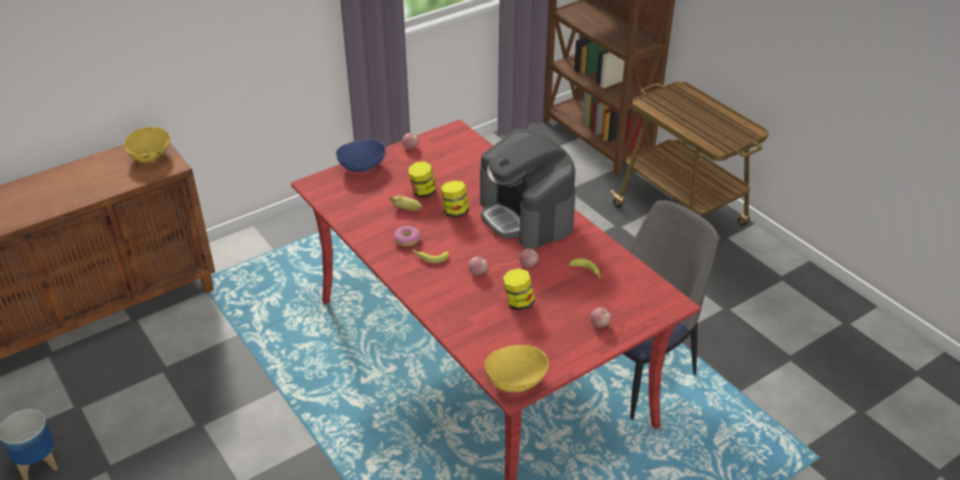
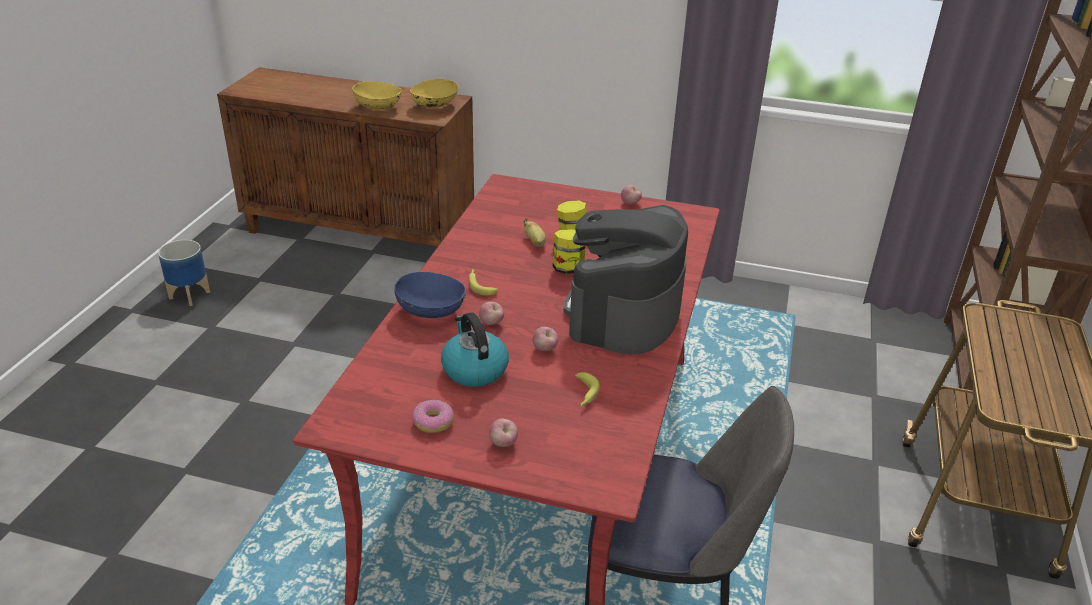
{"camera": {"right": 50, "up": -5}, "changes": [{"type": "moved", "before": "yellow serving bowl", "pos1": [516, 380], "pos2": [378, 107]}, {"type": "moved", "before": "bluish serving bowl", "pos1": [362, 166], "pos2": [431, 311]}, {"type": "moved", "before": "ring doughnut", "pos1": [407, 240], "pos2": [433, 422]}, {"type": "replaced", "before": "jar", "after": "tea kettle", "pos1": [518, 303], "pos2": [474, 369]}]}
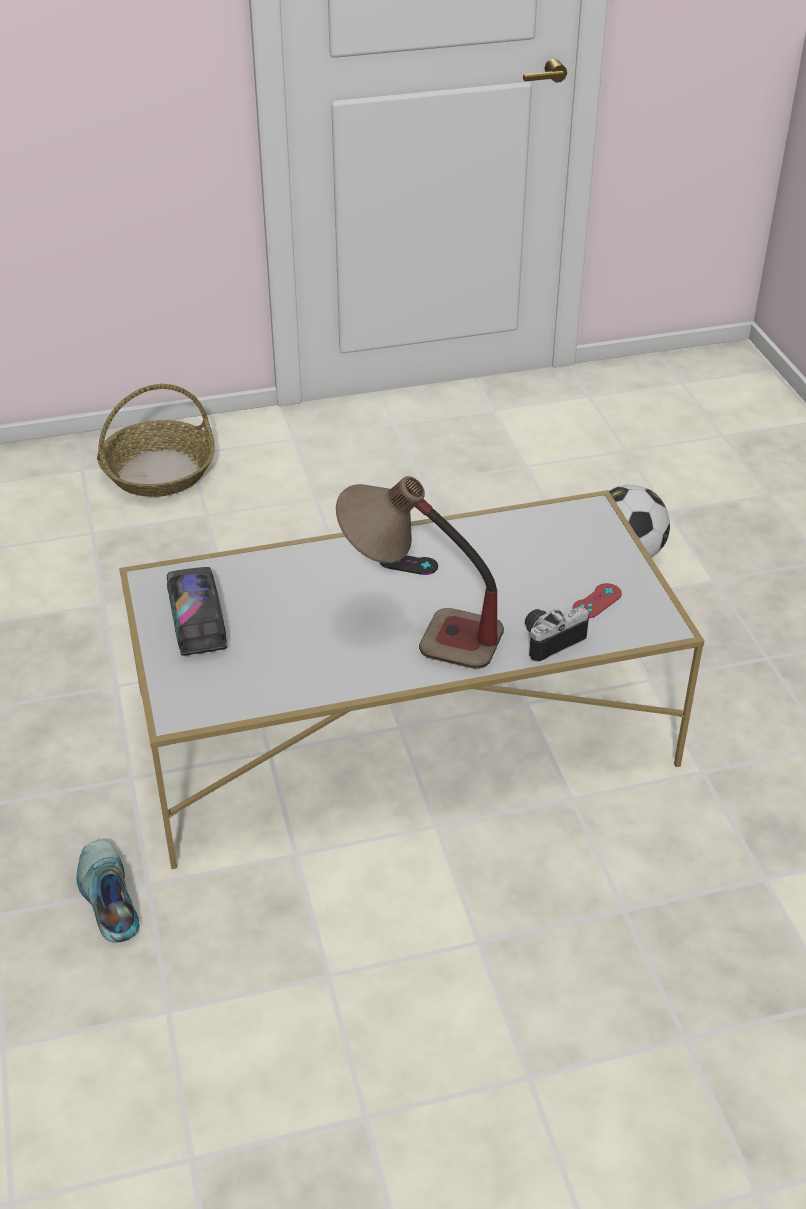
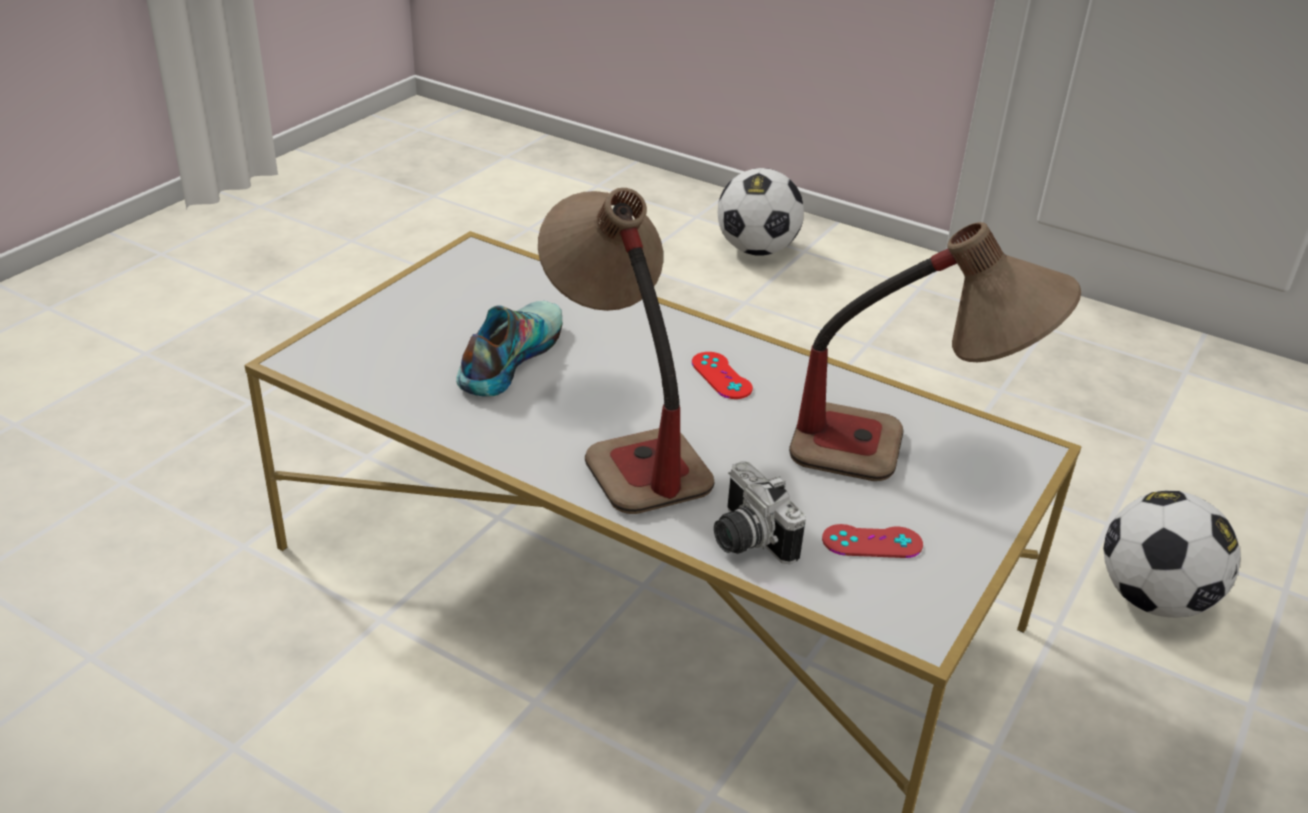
{"camera": {"right": 45, "up": -5}, "changes": [{"type": "moved", "before": "shoe", "pos1": [106, 898], "pos2": [508, 357]}, {"type": "recoloured", "before": "black-coloured game controller", "after": "reddish game controller", "pos1": [408, 563], "pos2": [721, 376]}, {"type": "turned", "before": "photo camera", "pos1": [549, 639], "pos2": [746, 539], "turn": -135}, {"type": "replaced", "before": "basket", "after": "ball for football", "pos1": [159, 471], "pos2": [756, 250]}, {"type": "added", "after": "table lamp", "pos2": [909, 457]}, {"type": "removed", "before": "model truck", "pos1": [197, 621]}]}
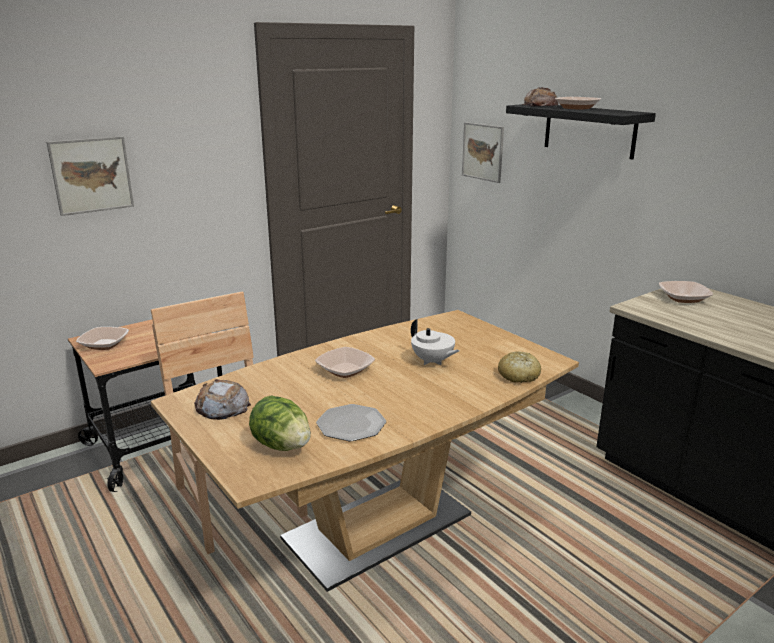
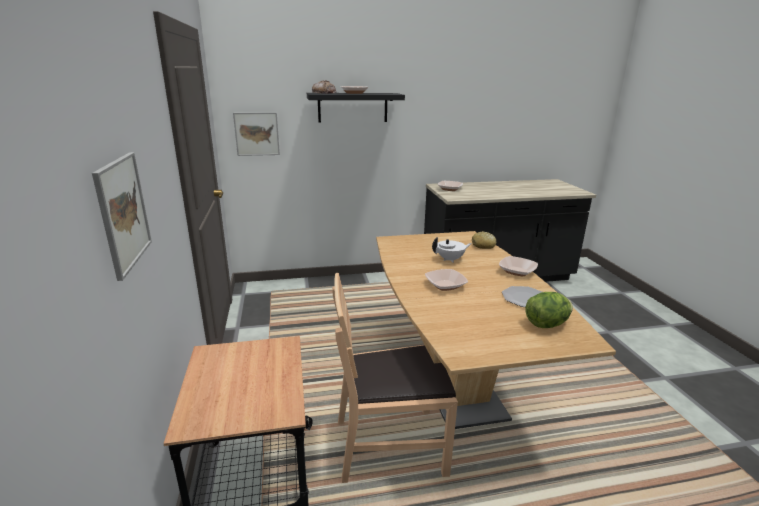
{"camera": {"right": -65, "up": 0}, "changes": [{"type": "moved", "before": "serving bowl", "pos1": [104, 344], "pos2": [517, 271]}, {"type": "removed", "before": "bakery bread", "pos1": [222, 406]}]}
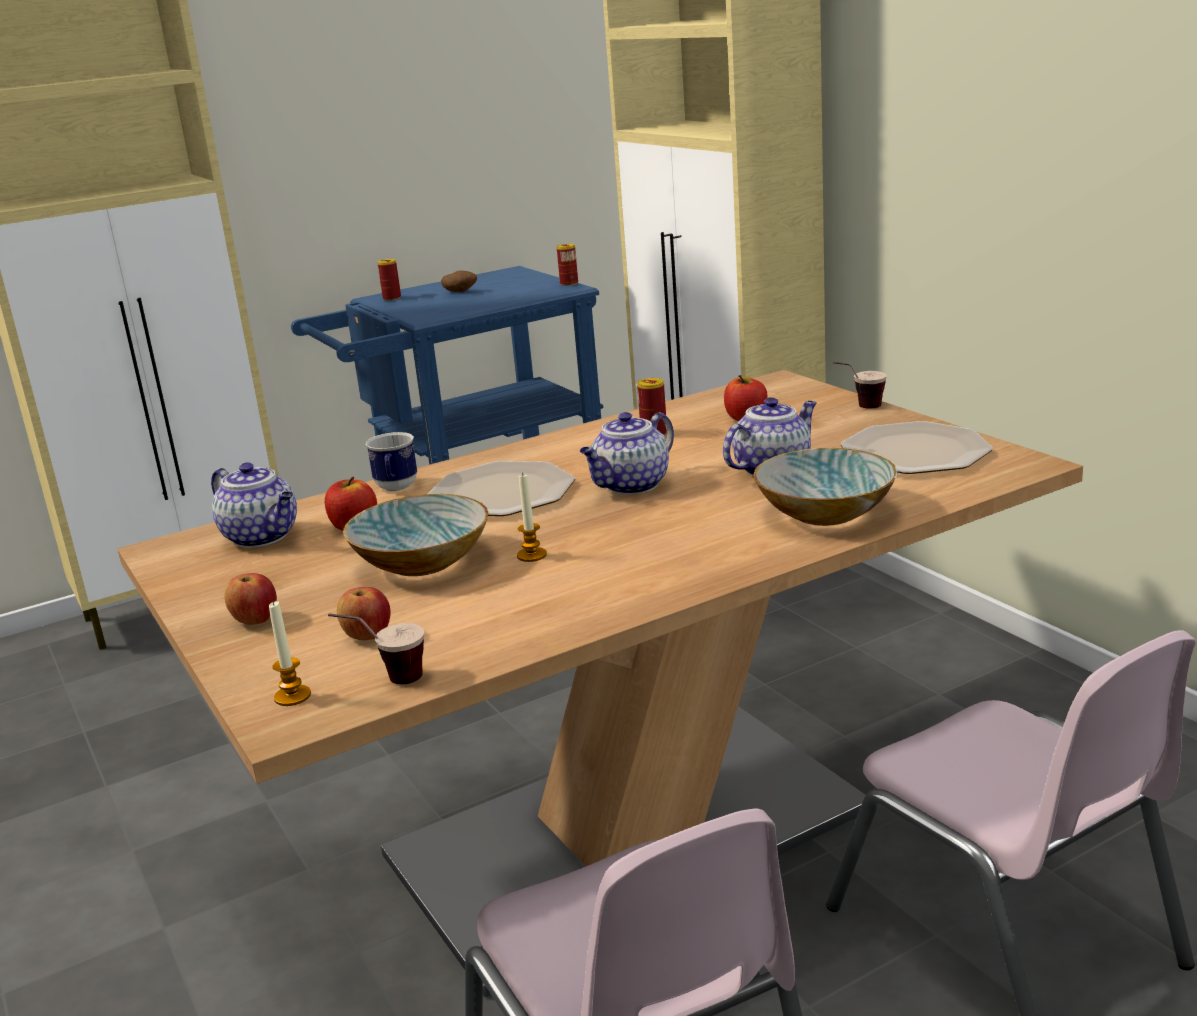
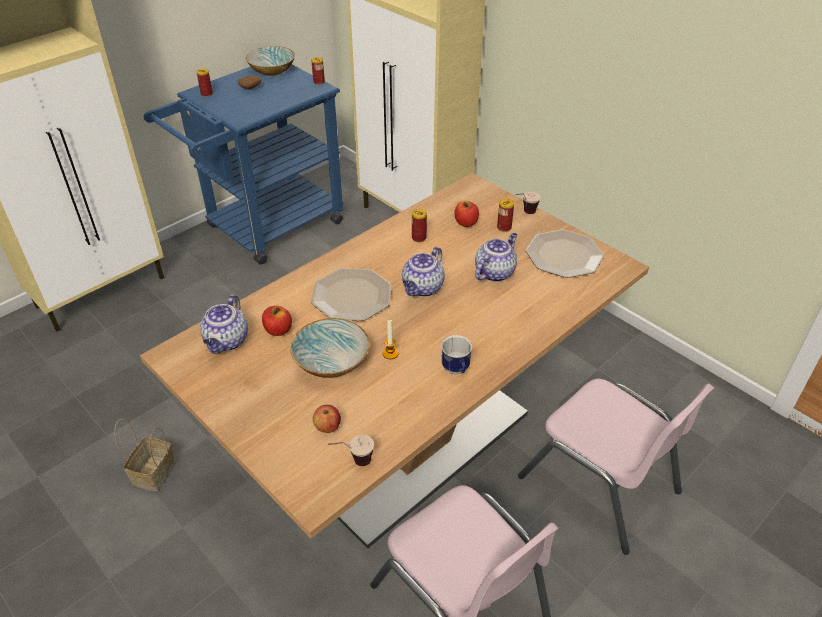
{"camera": {"right": -15, "up": 20}, "changes": [{"type": "added", "after": "basket", "pos2": [154, 472]}, {"type": "turned", "before": "pot for tea", "pos1": [263, 537], "pos2": [227, 341], "turn": 75}, {"type": "moved", "before": "serving bowl", "pos1": [827, 513], "pos2": [273, 71]}, {"type": "moved", "before": "tea mug", "pos1": [396, 488], "pos2": [456, 370]}, {"type": "added", "after": "metal can", "pos2": [504, 227]}, {"type": "removed", "before": "whole apple", "pos1": [255, 620]}, {"type": "removed", "before": "wax candle", "pos1": [292, 696]}]}
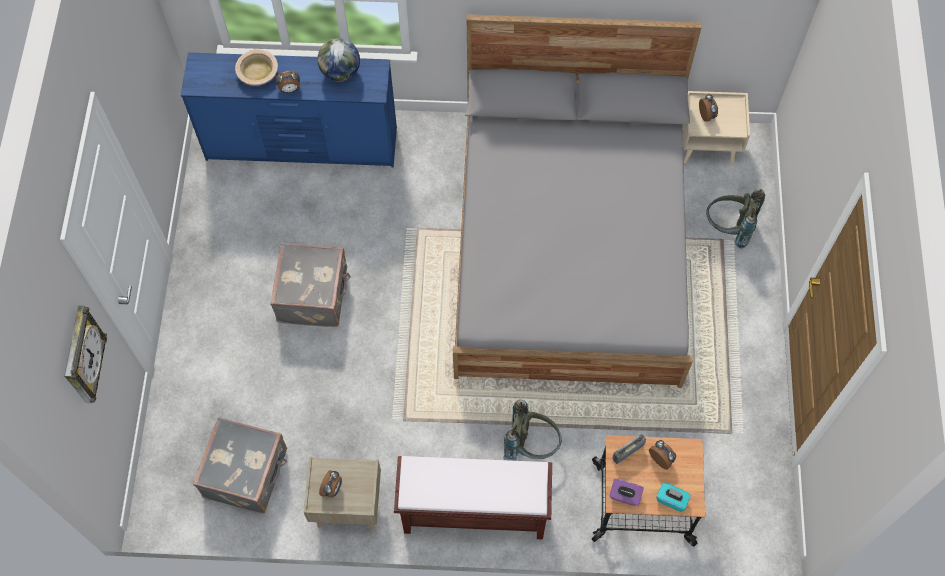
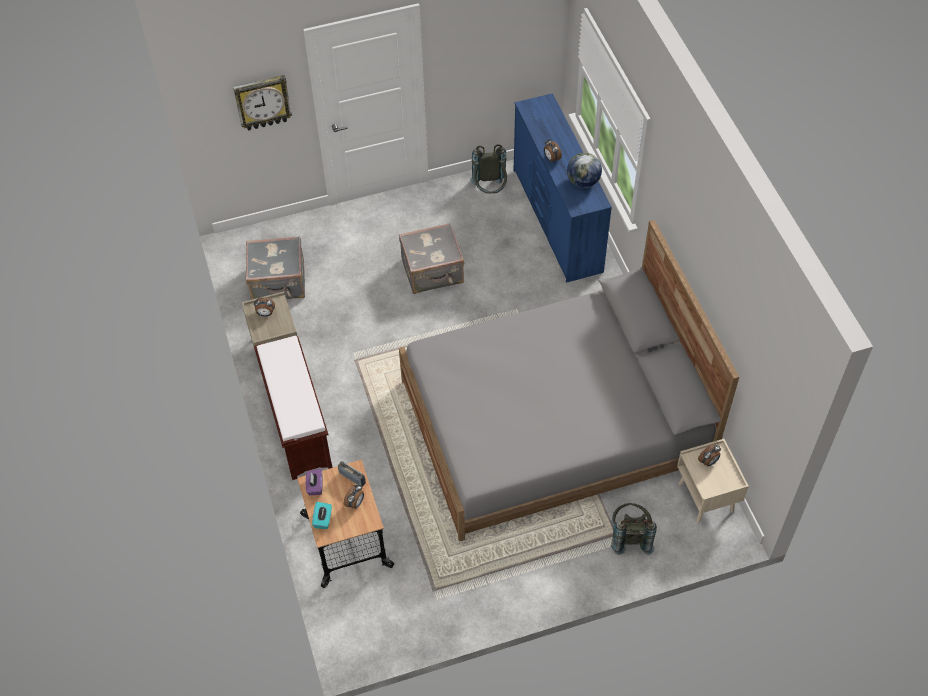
{"camera": {"right": 70, "up": -10}, "changes": [{"type": "moved", "before": "gray backpack", "pos1": [531, 445], "pos2": [490, 190]}, {"type": "removed", "before": "sand-coloured serving bowl", "pos1": [258, 72]}]}
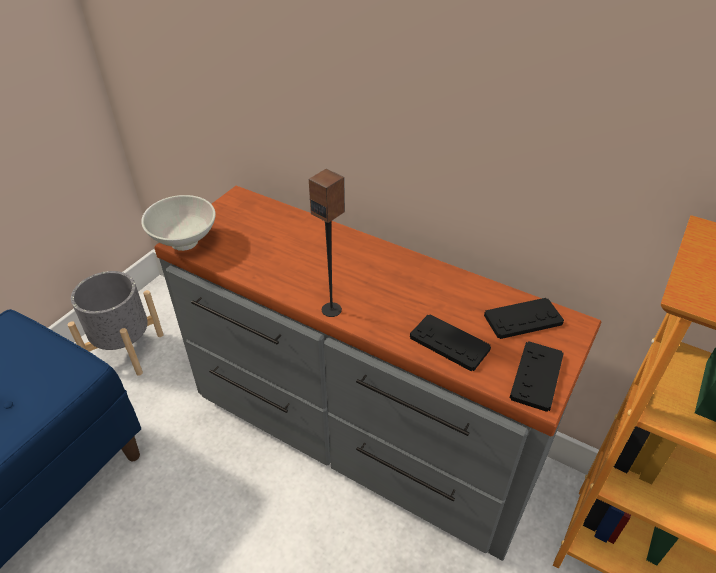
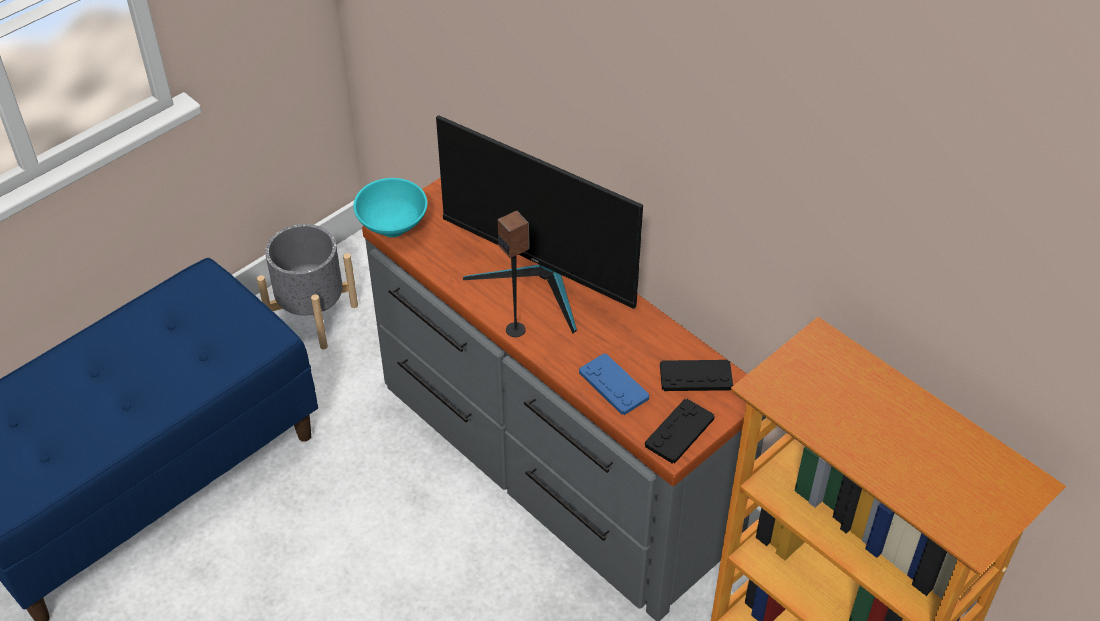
{"camera": {"right": 15, "up": 5}, "changes": [{"type": "recoloured", "before": "whitish serving bowl", "after": "turquoise serving bowl", "pos1": [187, 242], "pos2": [395, 227]}, {"type": "added", "after": "computer display", "pos2": [541, 280]}, {"type": "recoloured", "before": "black-coloured game controller", "after": "bluish game controller", "pos1": [449, 343], "pos2": [613, 385]}]}
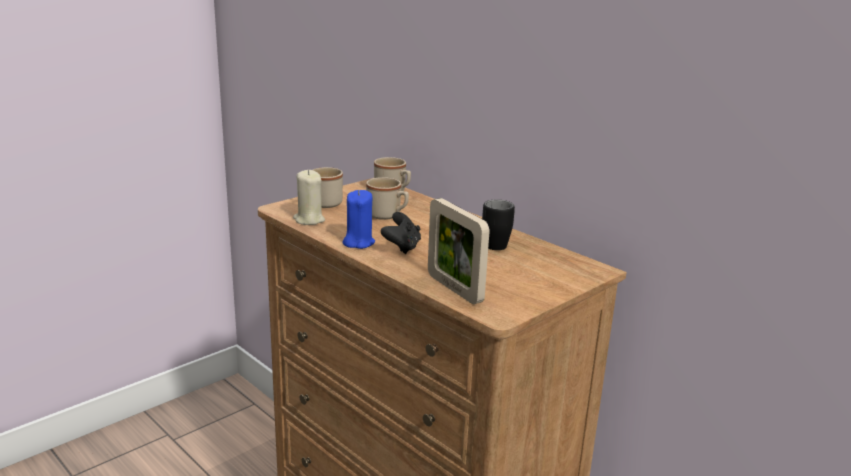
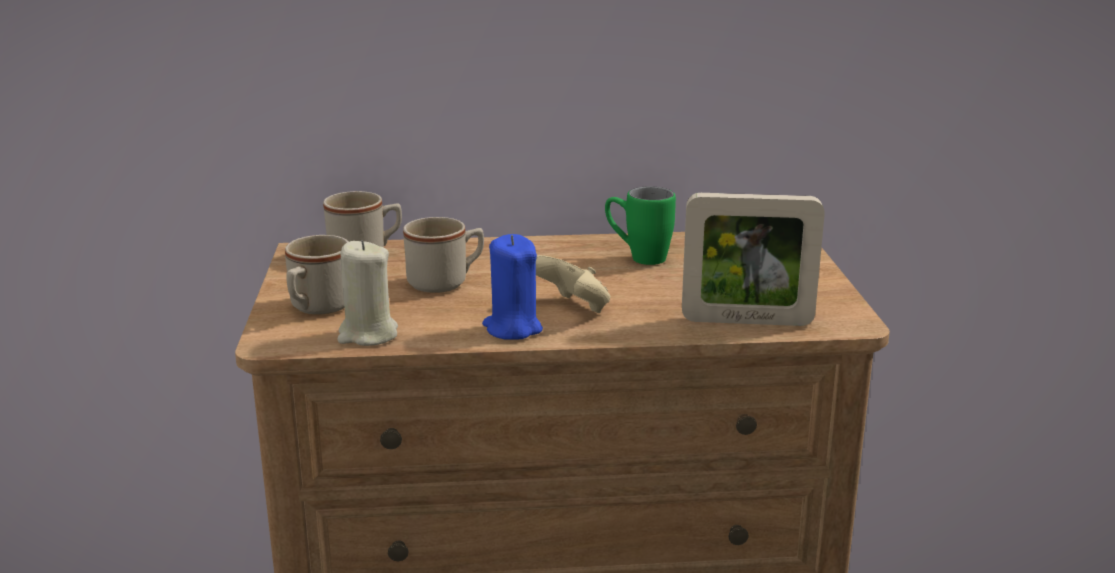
{"camera": {"right": -50, "up": 0}, "changes": [{"type": "recoloured", "before": "black-coloured game controller", "after": "sand-coloured game controller", "pos1": [402, 247], "pos2": [573, 308]}, {"type": "recoloured", "before": "black-coloured tea mug", "after": "green tea mug", "pos1": [493, 243], "pos2": [637, 257]}]}
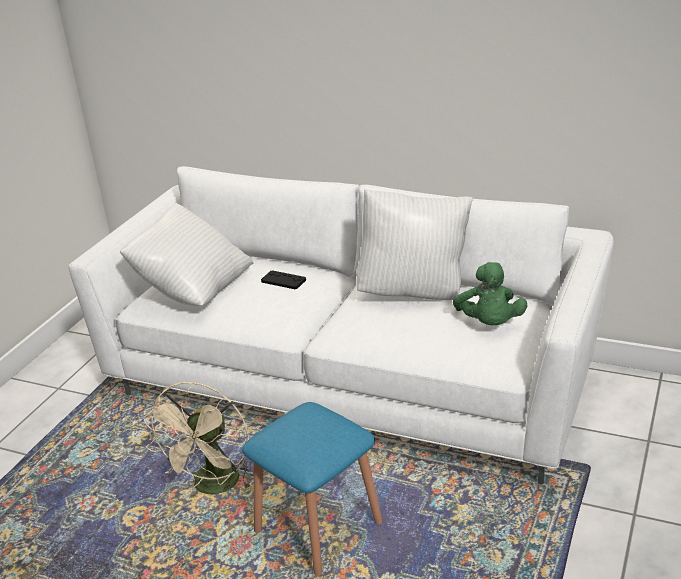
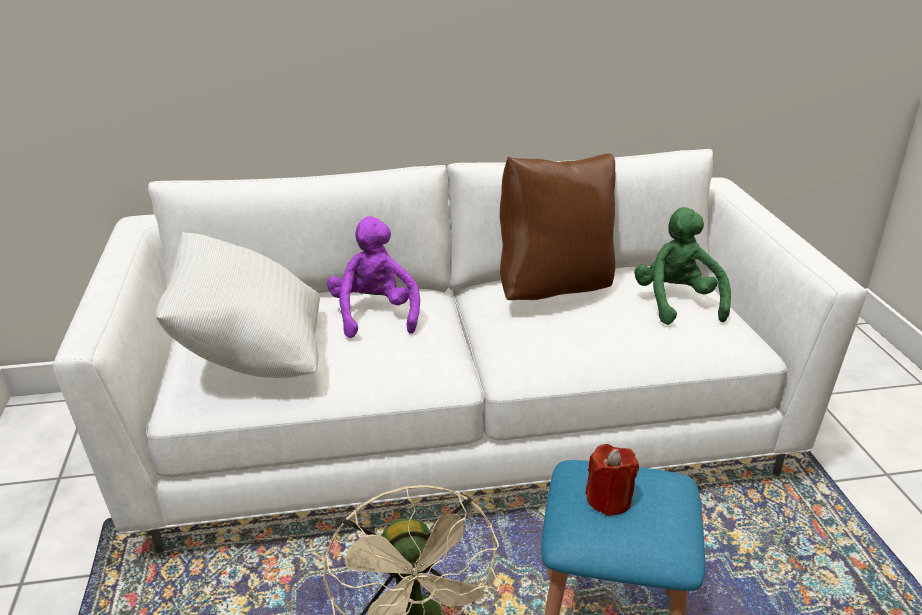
{"camera": {"right": -35, "up": 0}, "changes": [{"type": "replaced", "before": "black-coloured game controller", "after": "purple-coloured plush toy", "pos1": [283, 281], "pos2": [374, 314]}, {"type": "recoloured", "before": "whitish cushion", "after": "brown-coloured cushion", "pos1": [414, 292], "pos2": [554, 289]}, {"type": "added", "after": "reddish wax candle", "pos2": [609, 500]}, {"type": "turned", "before": "green plush toy", "pos1": [489, 324], "pos2": [677, 303], "turn": -150}]}
